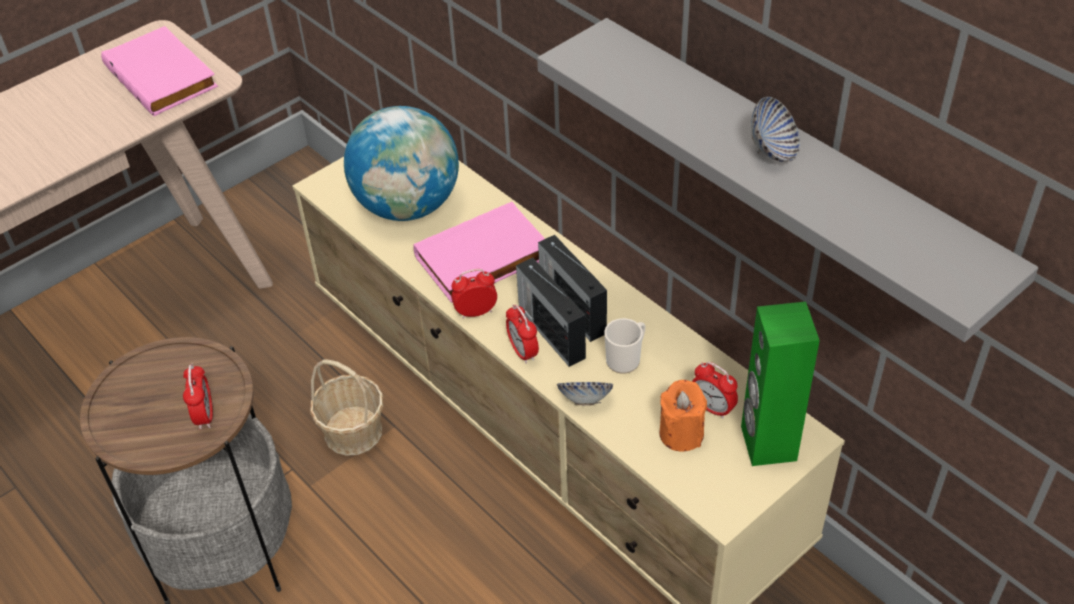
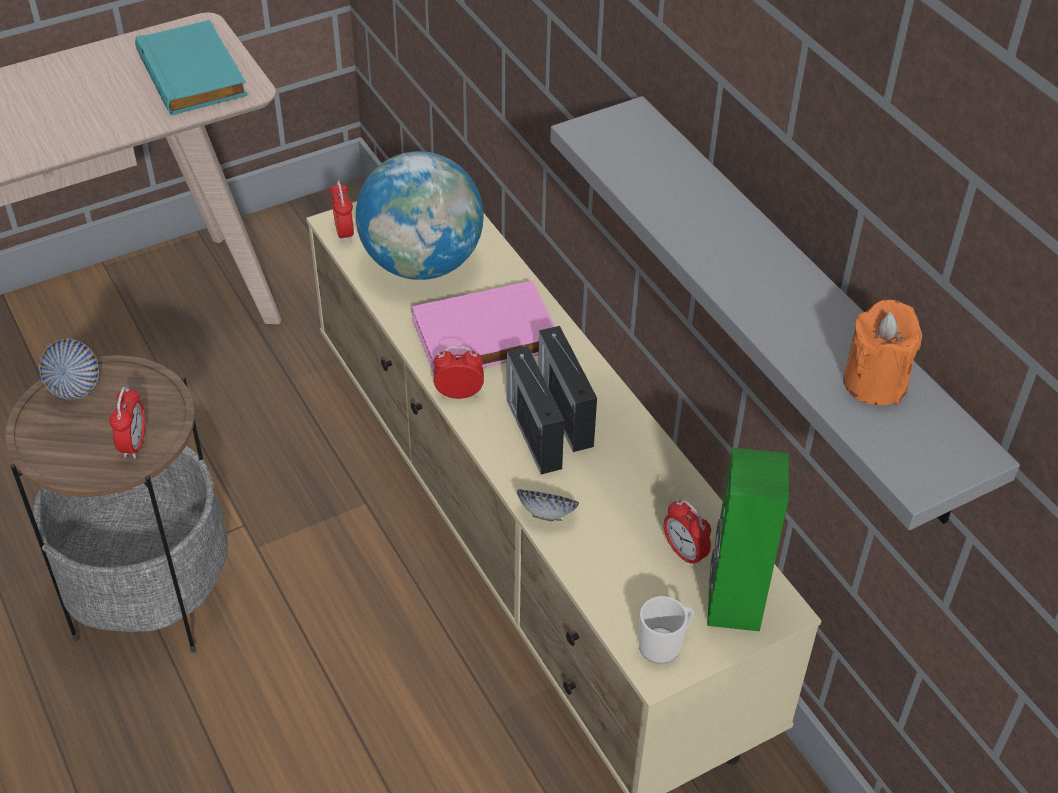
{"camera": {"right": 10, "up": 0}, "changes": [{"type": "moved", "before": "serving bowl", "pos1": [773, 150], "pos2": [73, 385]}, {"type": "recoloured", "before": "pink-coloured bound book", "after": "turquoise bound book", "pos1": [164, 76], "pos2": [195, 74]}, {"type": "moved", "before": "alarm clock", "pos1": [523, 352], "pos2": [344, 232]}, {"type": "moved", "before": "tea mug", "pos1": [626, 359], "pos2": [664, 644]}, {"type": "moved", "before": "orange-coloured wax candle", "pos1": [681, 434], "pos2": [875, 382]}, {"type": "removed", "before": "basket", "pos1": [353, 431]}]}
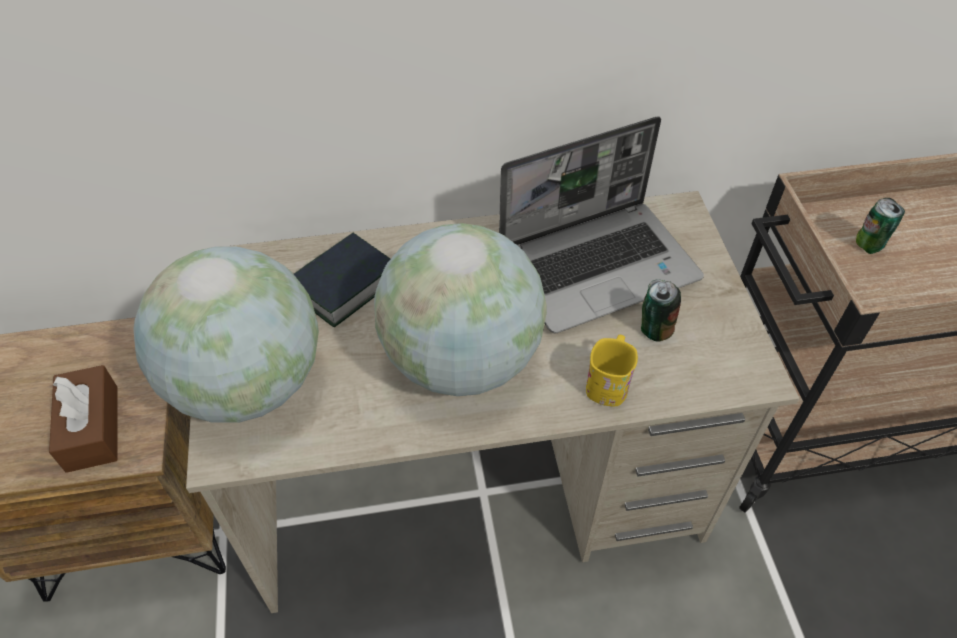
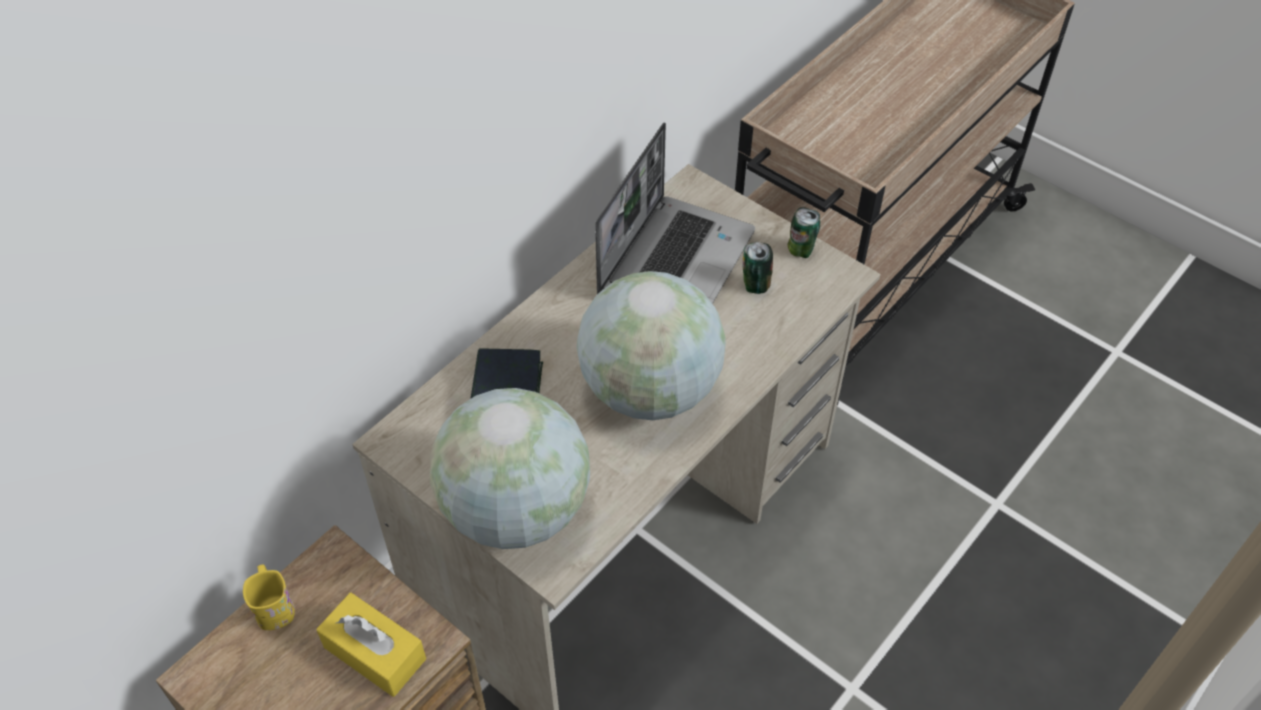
{"camera": {"right": -40, "up": 0}, "changes": [{"type": "moved", "before": "yellow tea mug", "pos1": [609, 382], "pos2": [274, 606]}, {"type": "recoloured", "before": "brown-coloured tissue holder", "after": "yellow tissue holder", "pos1": [92, 428], "pos2": [375, 653]}, {"type": "moved", "before": "metal can", "pos1": [868, 245], "pos2": [800, 251]}]}
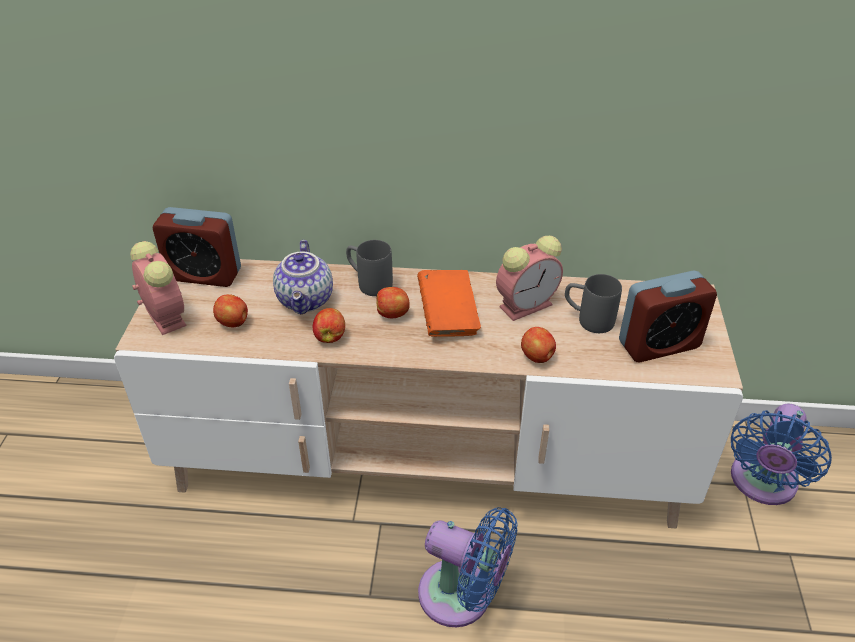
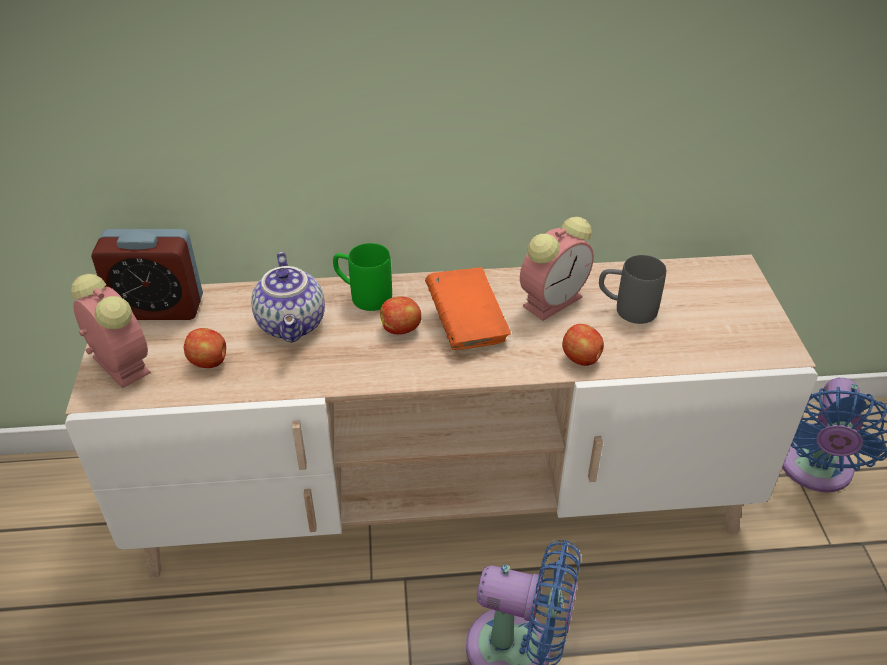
{"camera": {"right": -10, "up": 0}, "changes": [{"type": "recoloured", "before": "gray tea mug", "after": "green tea mug", "pos1": [369, 283], "pos2": [363, 296]}, {"type": "removed", "before": "whole apple", "pos1": [330, 336]}, {"type": "removed", "before": "alarm clock", "pos1": [659, 345]}]}
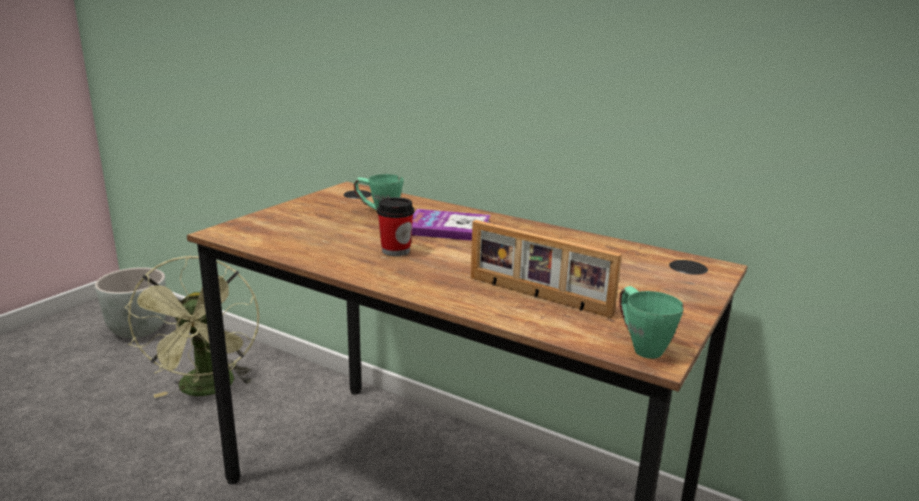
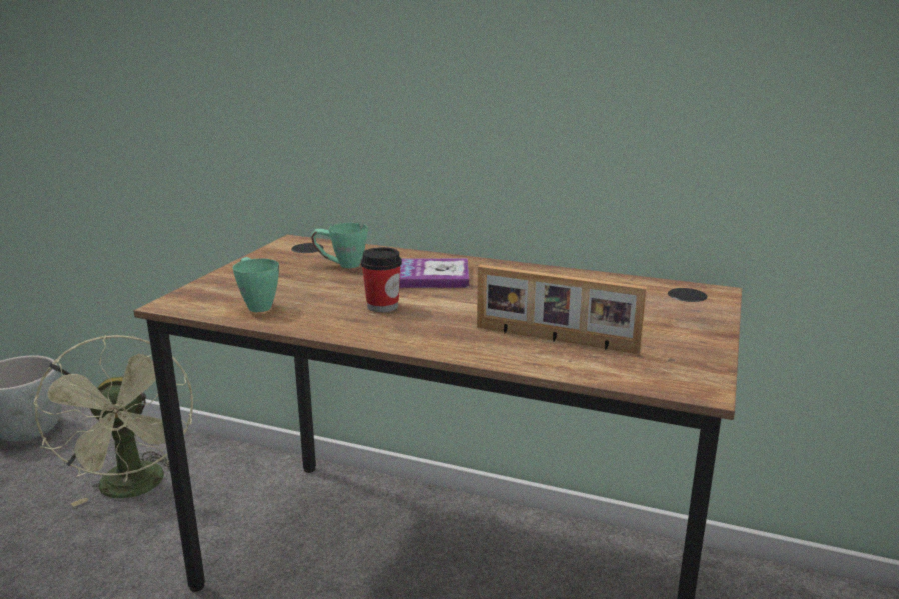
{"camera": {"right": -10, "up": 0}, "changes": [{"type": "moved", "before": "green tea mug", "pos1": [640, 345], "pos2": [256, 304]}]}
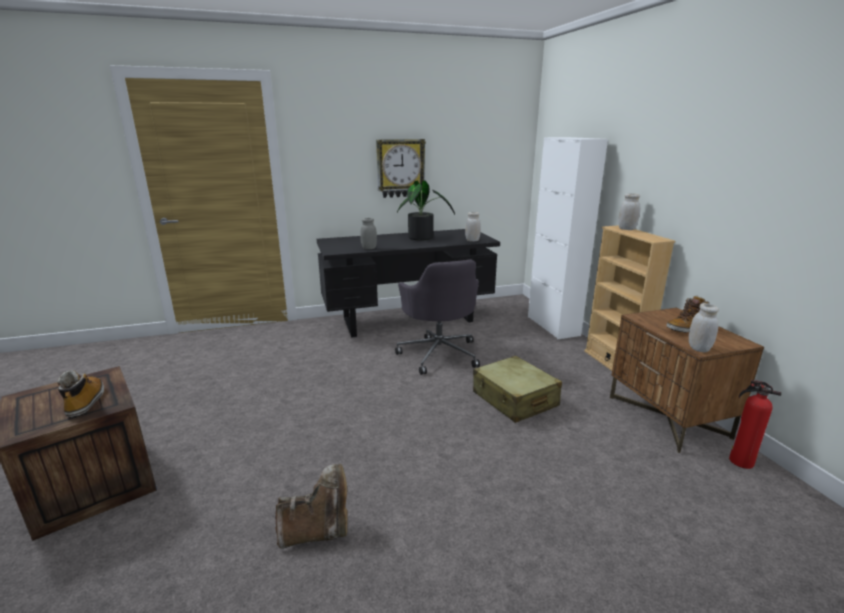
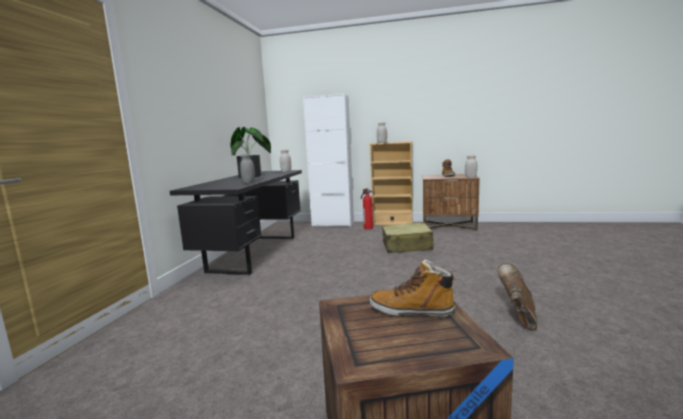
{"camera": {"right": -60, "up": -10}, "changes": [{"type": "moved", "before": "fire-fighting cylinder", "pos1": [739, 461], "pos2": [367, 228]}, {"type": "removed", "before": "wall clock", "pos1": [400, 168]}, {"type": "removed", "before": "gray computer chair", "pos1": [439, 353]}]}
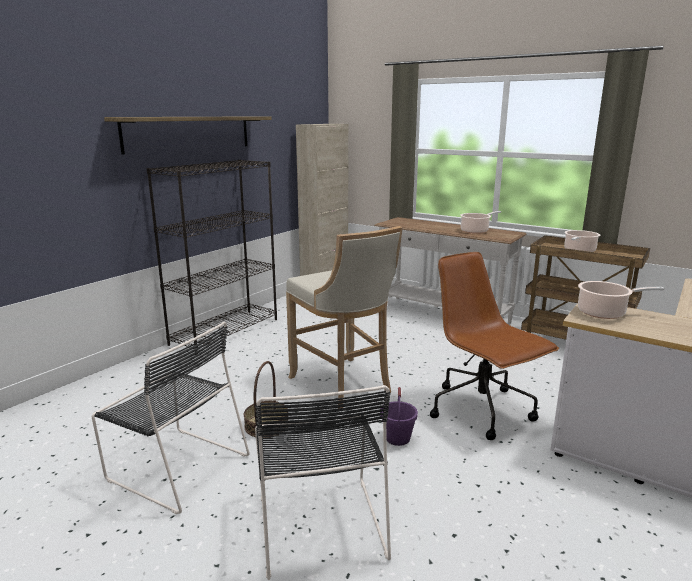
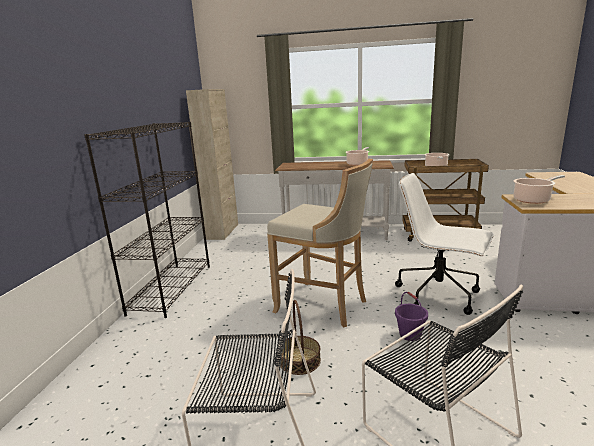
{"camera": {"right": -25, "up": 0}, "changes": [{"type": "recoloured", "before": "brown-coloured computer chair", "after": "whitish computer chair", "pos1": [482, 411], "pos2": [439, 295]}, {"type": "removed", "before": "bracket shelf", "pos1": [189, 133]}]}
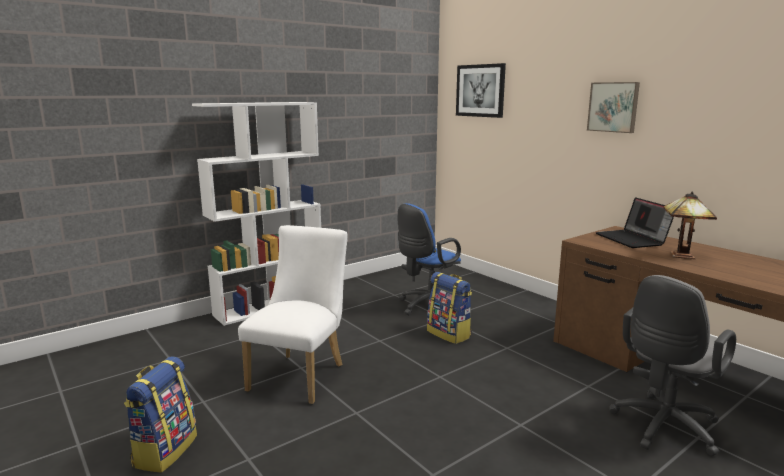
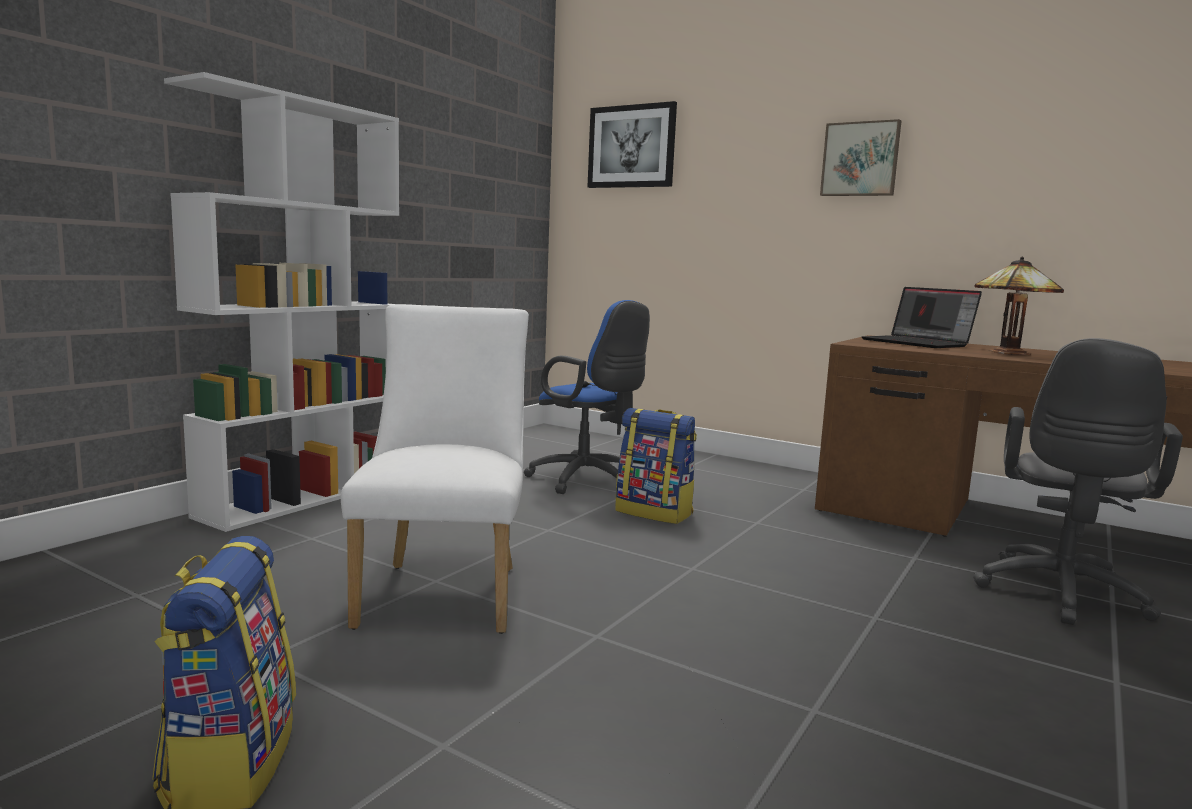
{"camera": {"right": -20, "up": -5}, "changes": [{"type": "turned", "before": "bluish computer chair", "pos1": [427, 306], "pos2": [588, 481], "turn": -75}]}
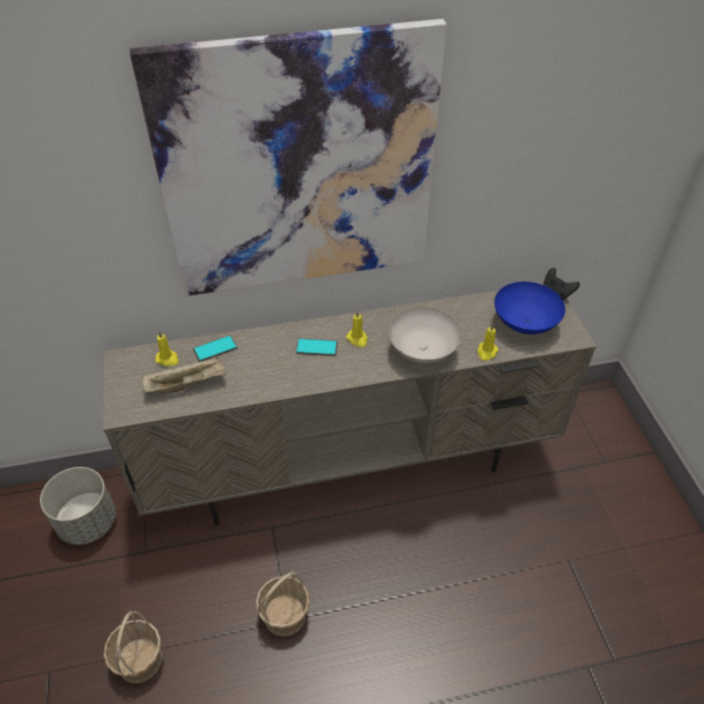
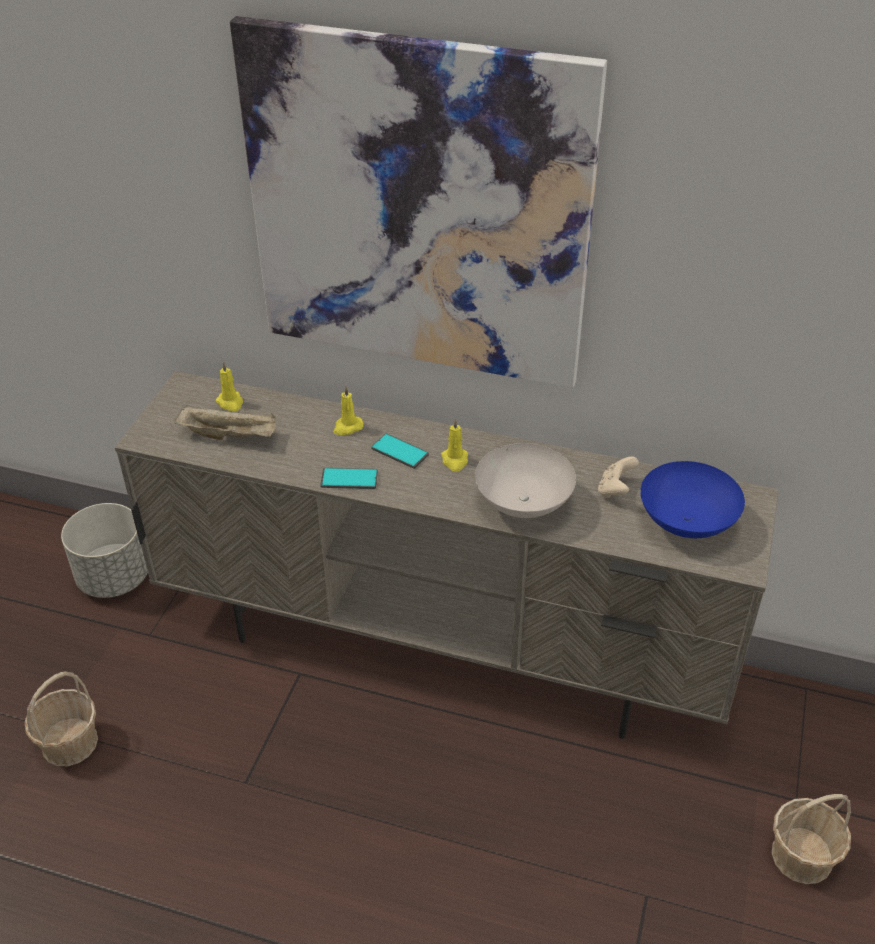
{"camera": {"right": 30, "up": -5}, "changes": [{"type": "moved", "before": "phone", "pos1": [215, 349], "pos2": [349, 479]}, {"type": "moved", "before": "yellow wax candle", "pos1": [486, 352], "pos2": [347, 427]}, {"type": "added", "after": "sand-coloured game controller", "pos2": [615, 490]}, {"type": "moved", "before": "basket", "pos1": [285, 615], "pos2": [802, 856]}, {"type": "removed", "before": "black-coloured game controller", "pos1": [556, 292]}]}
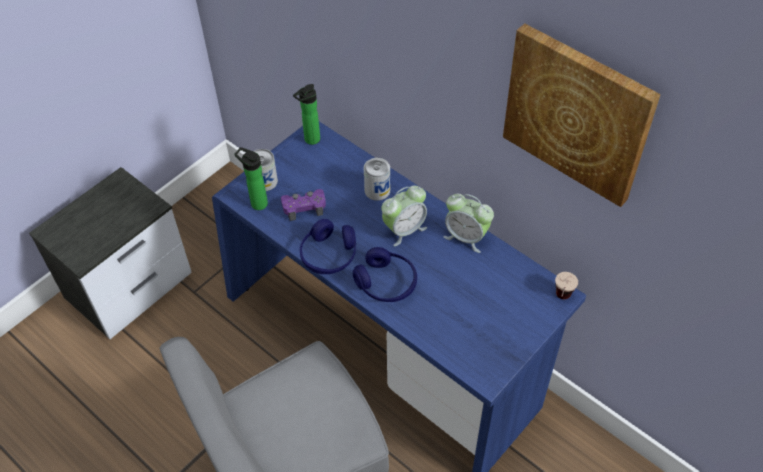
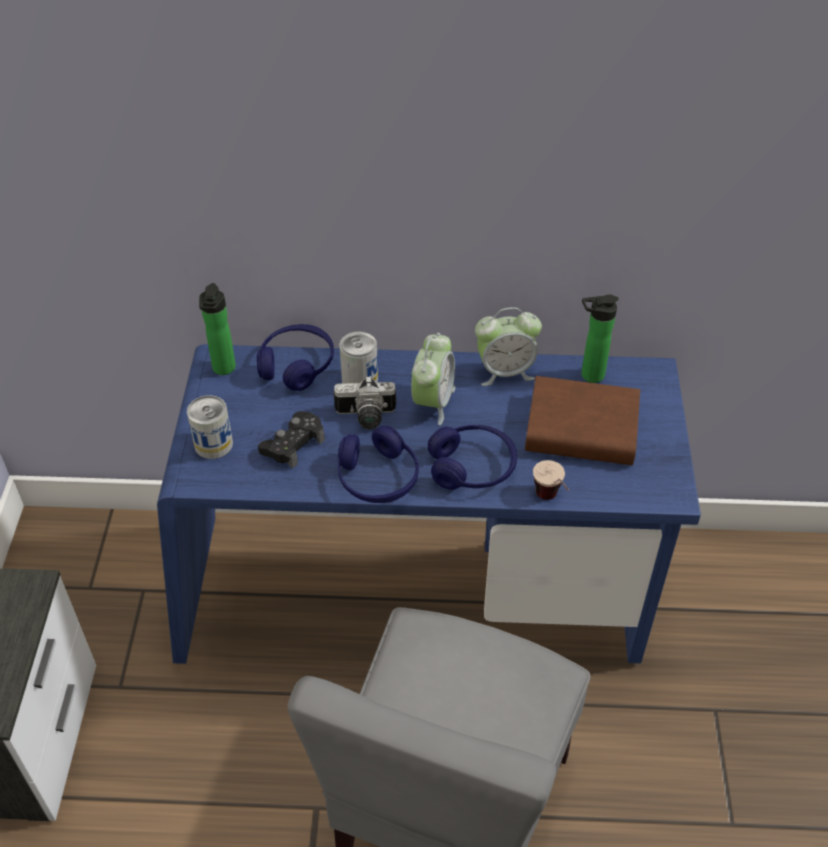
{"camera": {"right": -40, "up": -5}, "changes": [{"type": "added", "after": "bluish headset", "pos2": [297, 365]}, {"type": "recoloured", "before": "purple-coloured game controller", "after": "black-coloured game controller", "pos1": [304, 207], "pos2": [293, 444]}, {"type": "added", "after": "photo camera", "pos2": [365, 417]}, {"type": "added", "after": "brown-coloured bound book", "pos2": [581, 429]}, {"type": "moved", "before": "cup", "pos1": [561, 300], "pos2": [551, 501]}, {"type": "moved", "before": "beverage bottle", "pos1": [257, 203], "pos2": [589, 375]}, {"type": "removed", "before": "wall picture", "pos1": [578, 114]}]}
